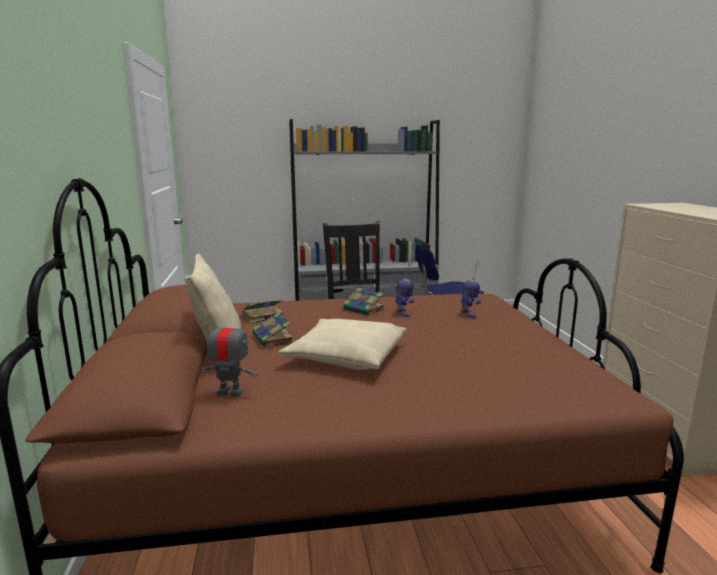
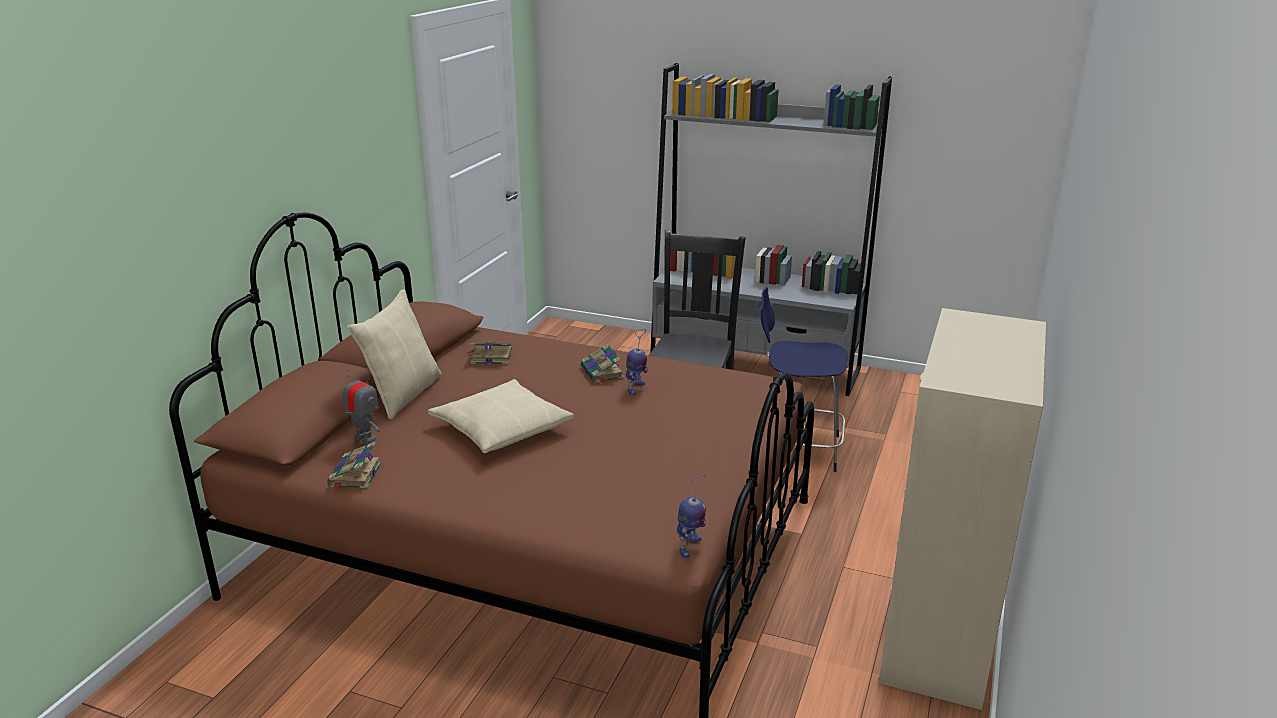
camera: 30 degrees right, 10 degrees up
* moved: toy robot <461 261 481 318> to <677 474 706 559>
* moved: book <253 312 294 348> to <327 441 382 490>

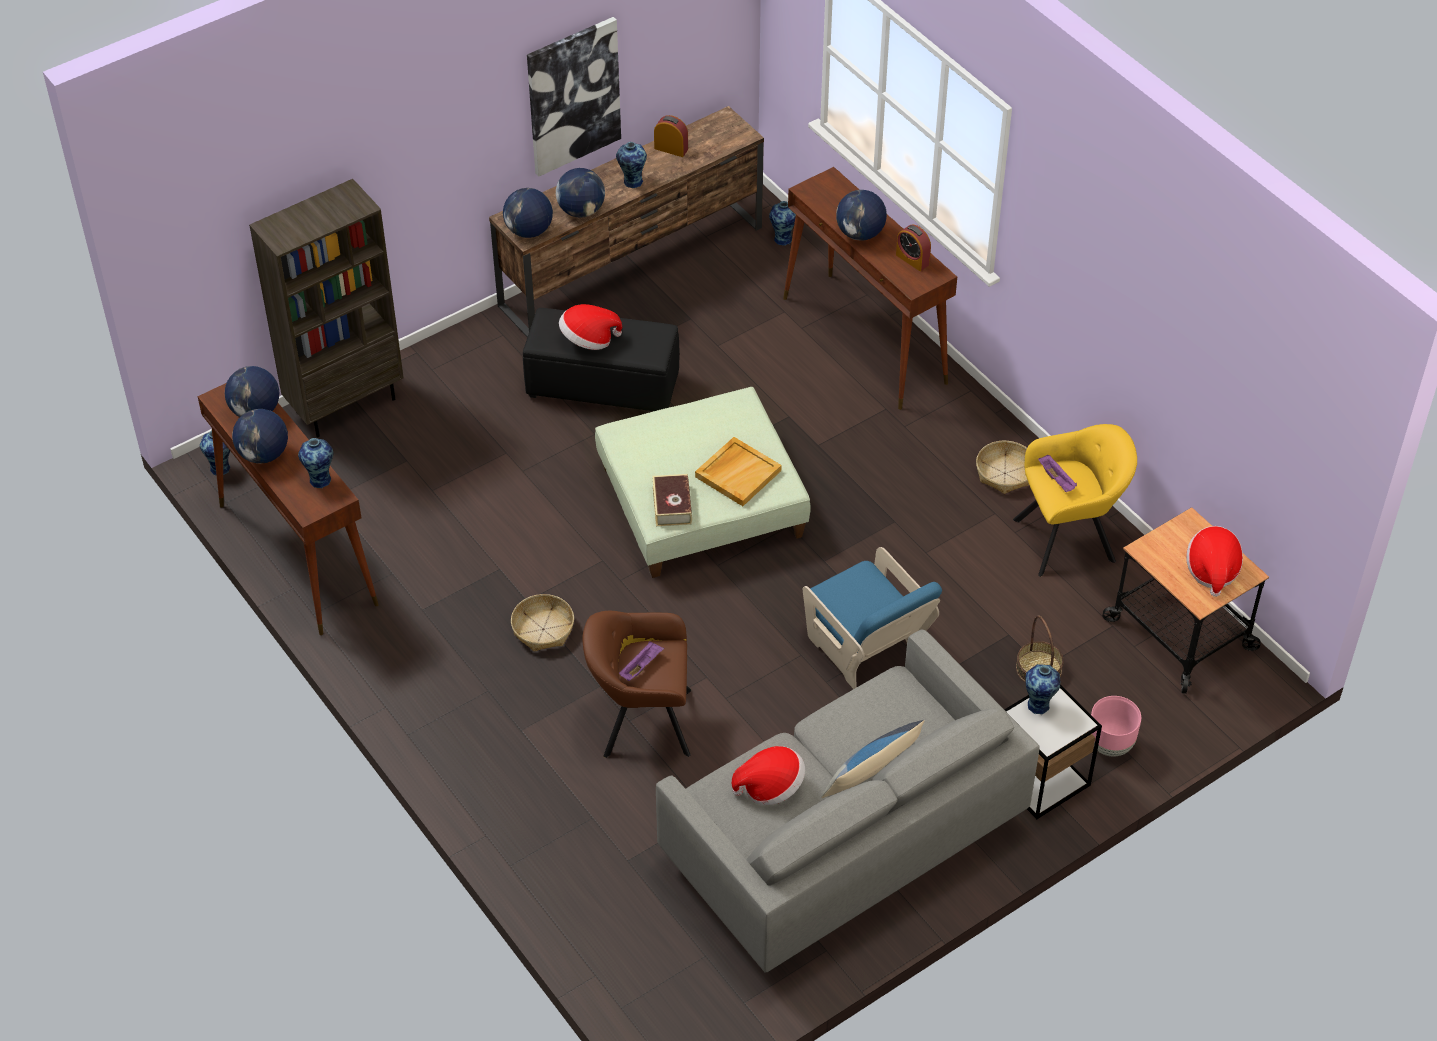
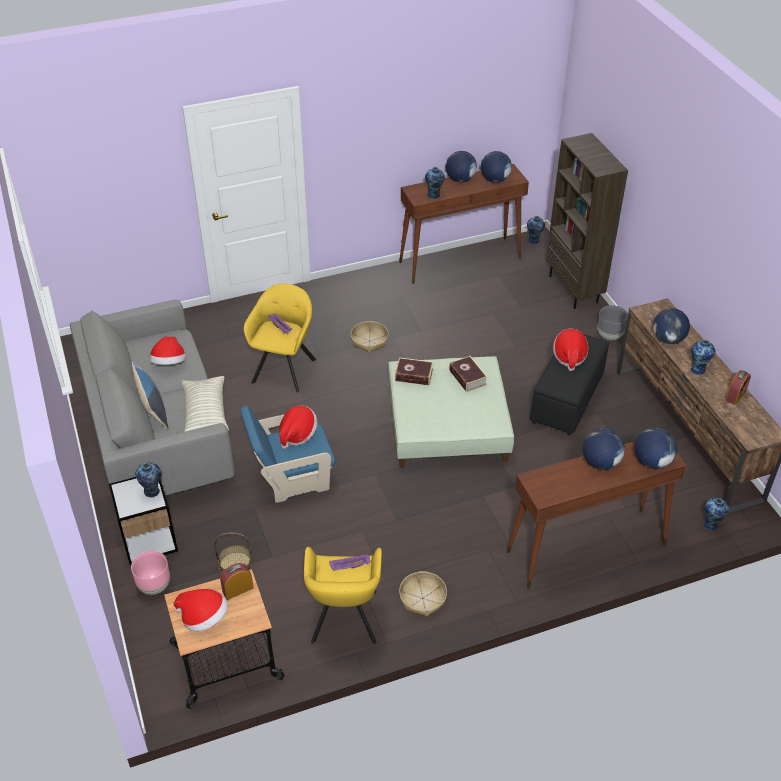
camera: 105 degrees right, 5 degrees down
* removed: picture <527 17 621 177>
* moved: globe <503 188 553 238> to <634 427 677 469>
* moved: alarm clock <896 225 931 271> to <220 563 253 600>
* removed: beige tray <695 437 781 506>
* recoloured: brown armchair <582 610 691 758> to yellow armchair <244 284 316 393>
* added: grey planter <597 305 628 340>
* added: book <449 356 488 392>
* added: pillow <182 376 229 432>
* added: hat <279 406 318 449>

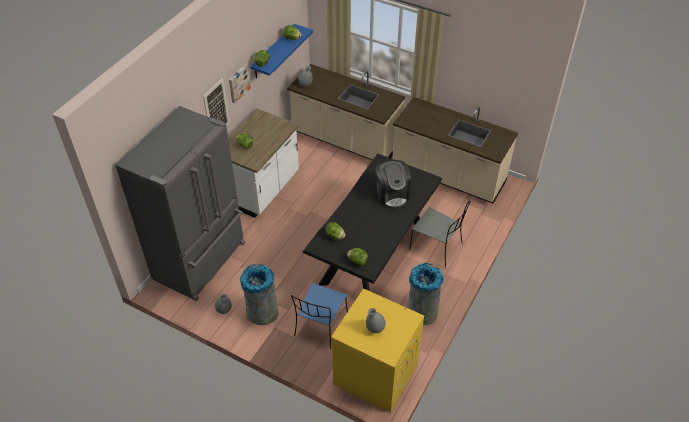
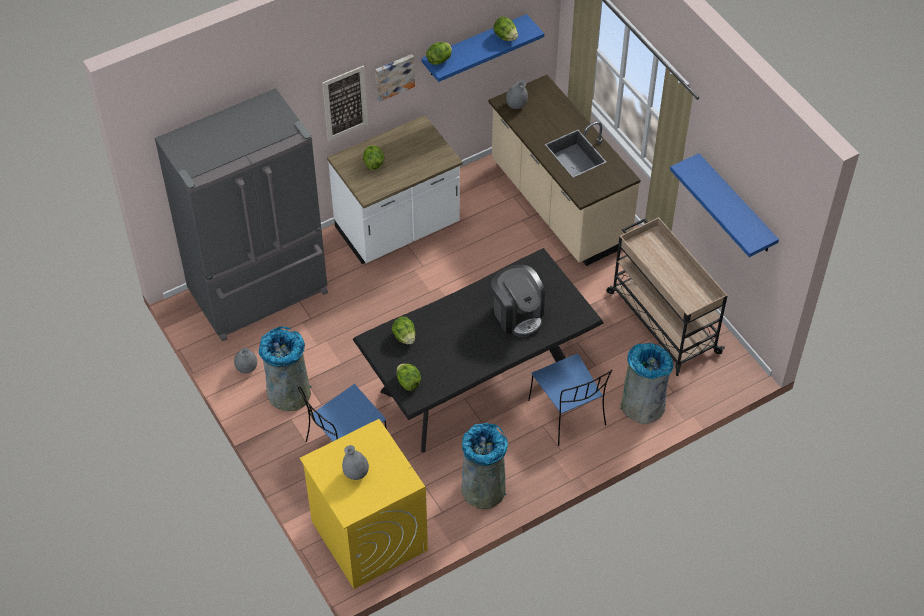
camera: 30 degrees right, 5 degrees up
* replaced: beige counter <392 97 518 204> to beige cart <607 217 728 376>
* turned: coffee machine <375 160 411 209> = <491 265 545 337> 45 degrees counterclockwise
* recoloured: grey chair <409 201 471 267> to blue chair <528 353 612 446>
* added: blue shelf <670 153 779 257>
* added: grey trash can <620 343 674 424>

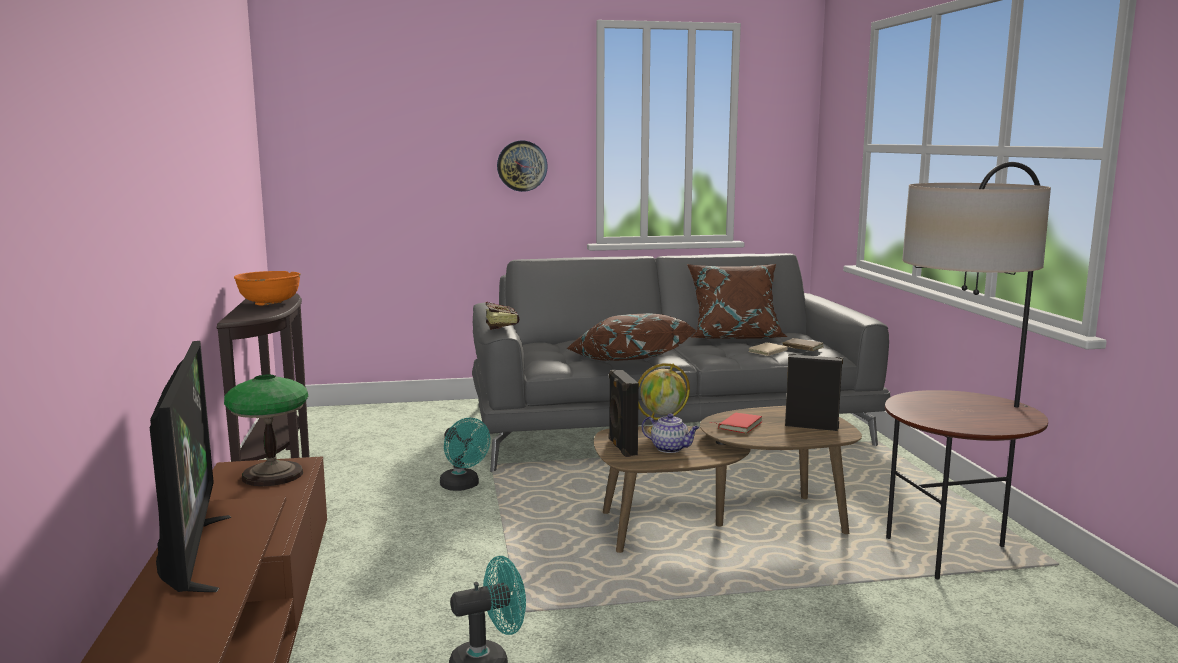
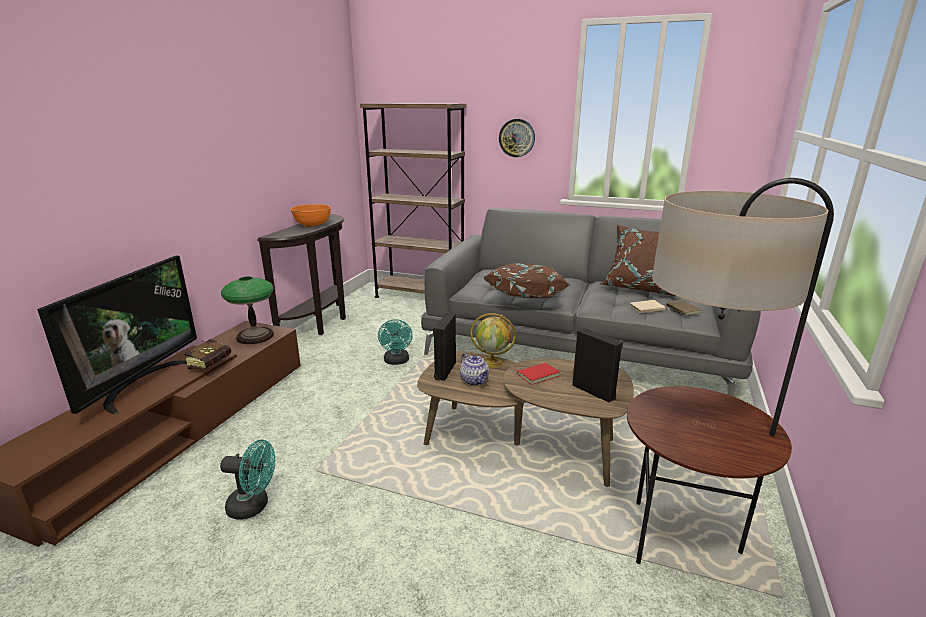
camera: 30 degrees right, 10 degrees up
* moved: book <485 302 519 330> to <184 339 231 370>
* added: brown bookcase <360 103 467 298>

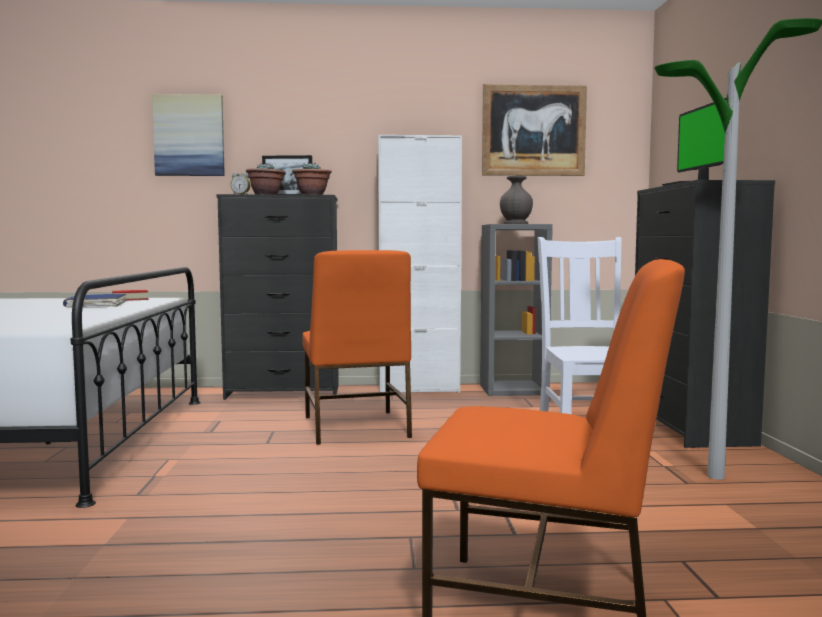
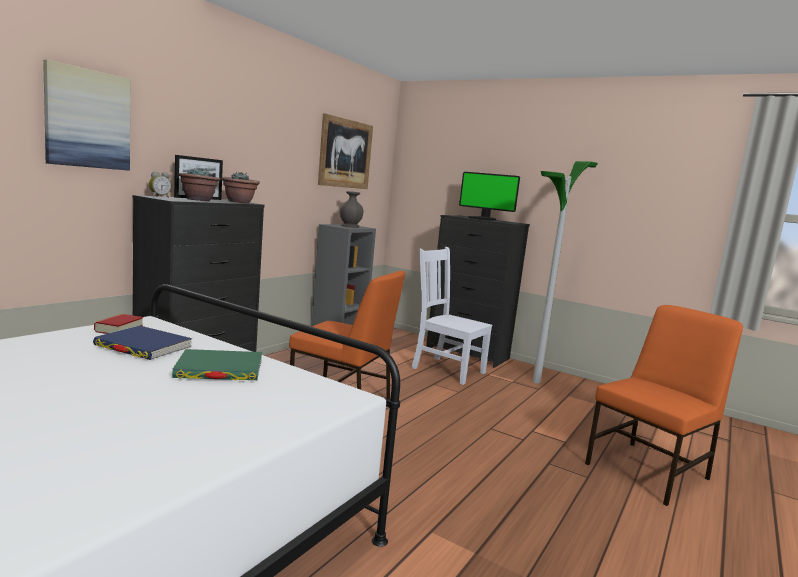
camera: 55 degrees left, 5 degrees up
* removed: white cabinet <378 135 462 393>
* added: green book <172 349 262 380>

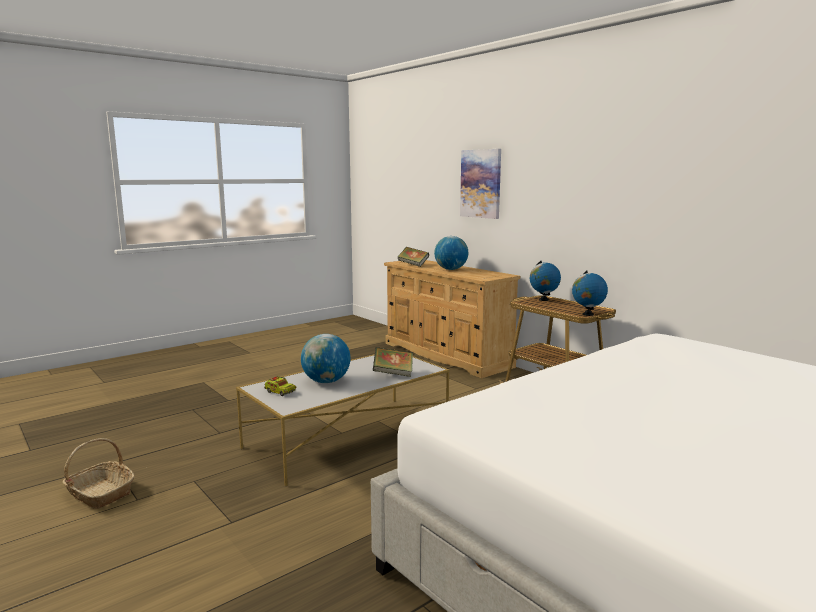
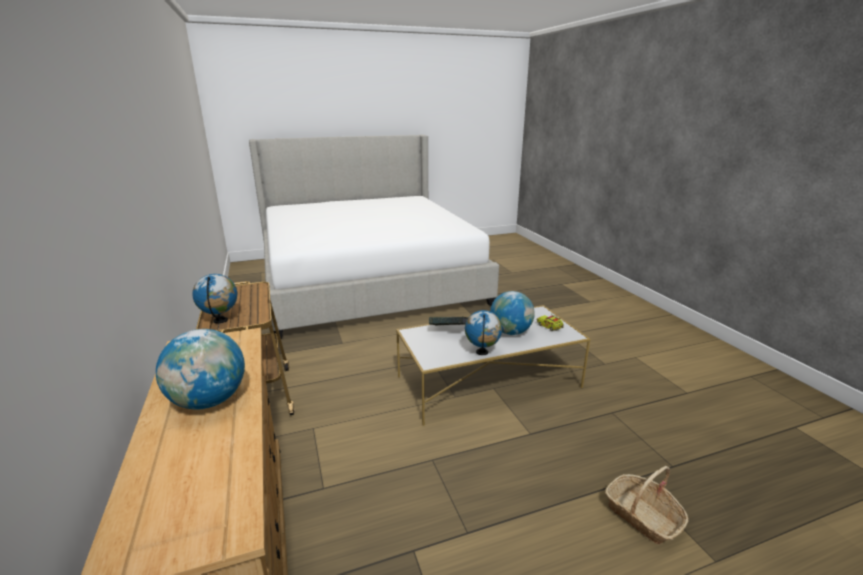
camera: 160 degrees left, 10 degrees up
* removed: picture <460 149 501 219>
* removed: book <398 247 429 267>
* moved: globe <572 270 608 316> to <465 310 502 355>
* moved: basket <62 438 135 509> to <605 466 688 544>

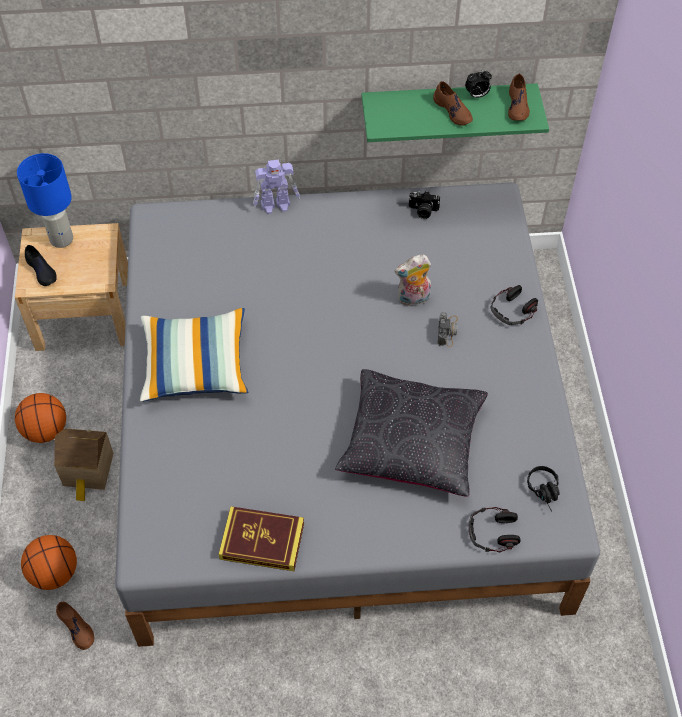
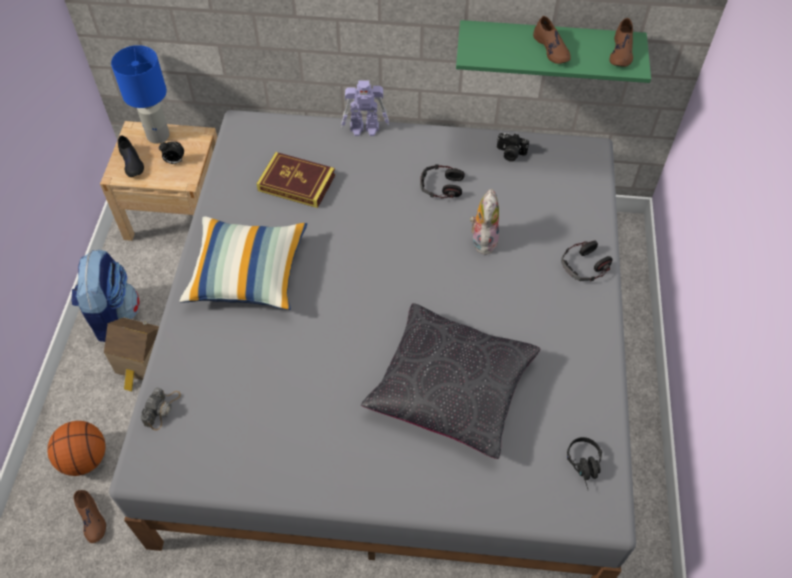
camera: 10 degrees right, 0 degrees up
* moved: alarm clock <465 70 492 98> to <159 141 184 164>
* turned: plush toy <395 254 431 306> = <470 189 499 255> 105 degrees clockwise
* moved: photo camera <438 312 458 347> to <140 387 181 430>
* replaced: basketball <15 393 66 443> to backpack <72 250 140 342>
* moved: book <219 506 304 571> to <257 152 335 208>
* moved: headphones <469 507 521 553> to <420 164 465 198>

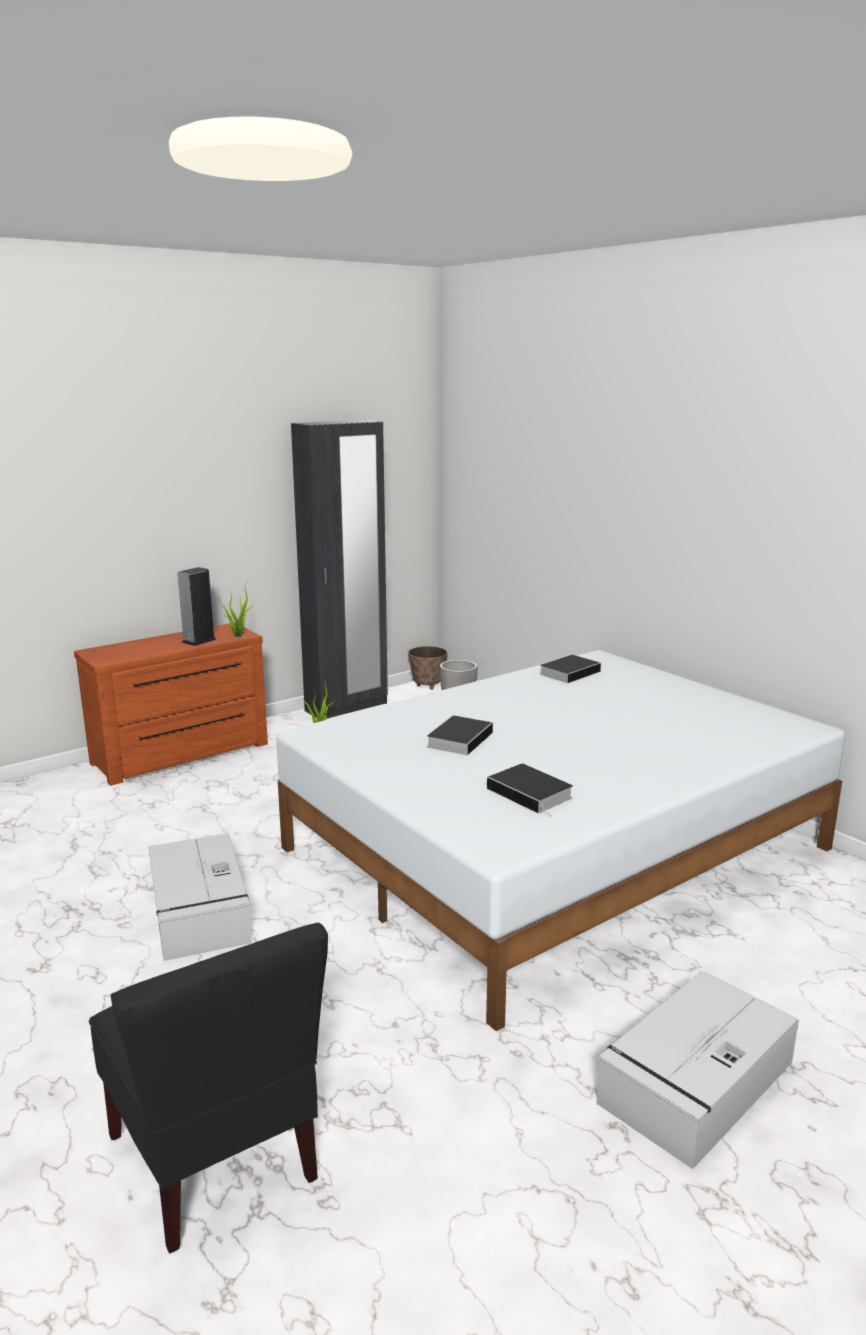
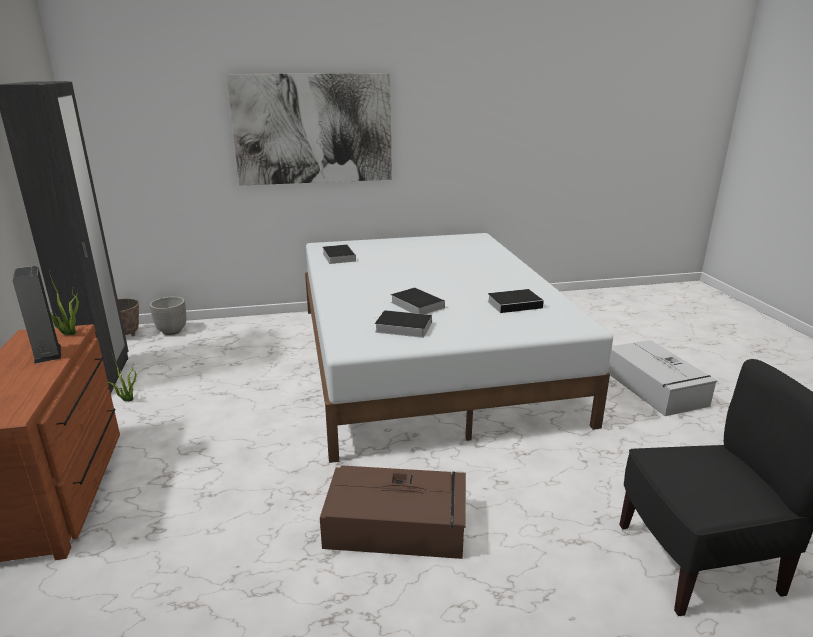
camera: 65 degrees left, 5 degrees up
* recoloured: grey storage box <149 833 252 961> to brown storage box <320 465 466 559>
* added: picture <227 73 392 186>
* added: book <375 310 432 338>

